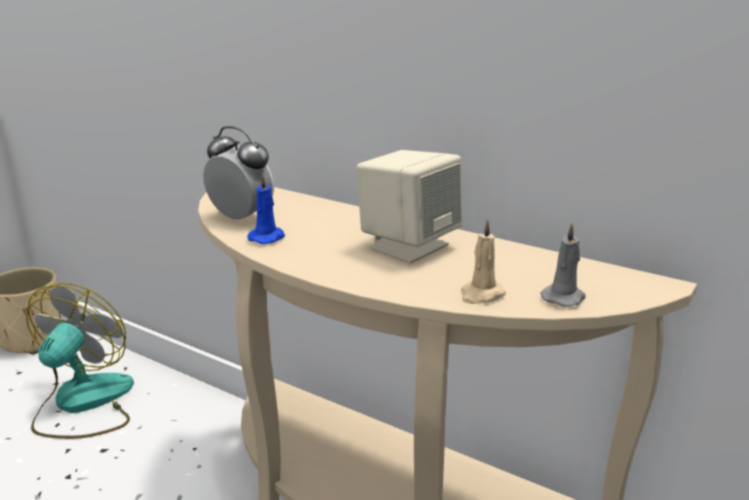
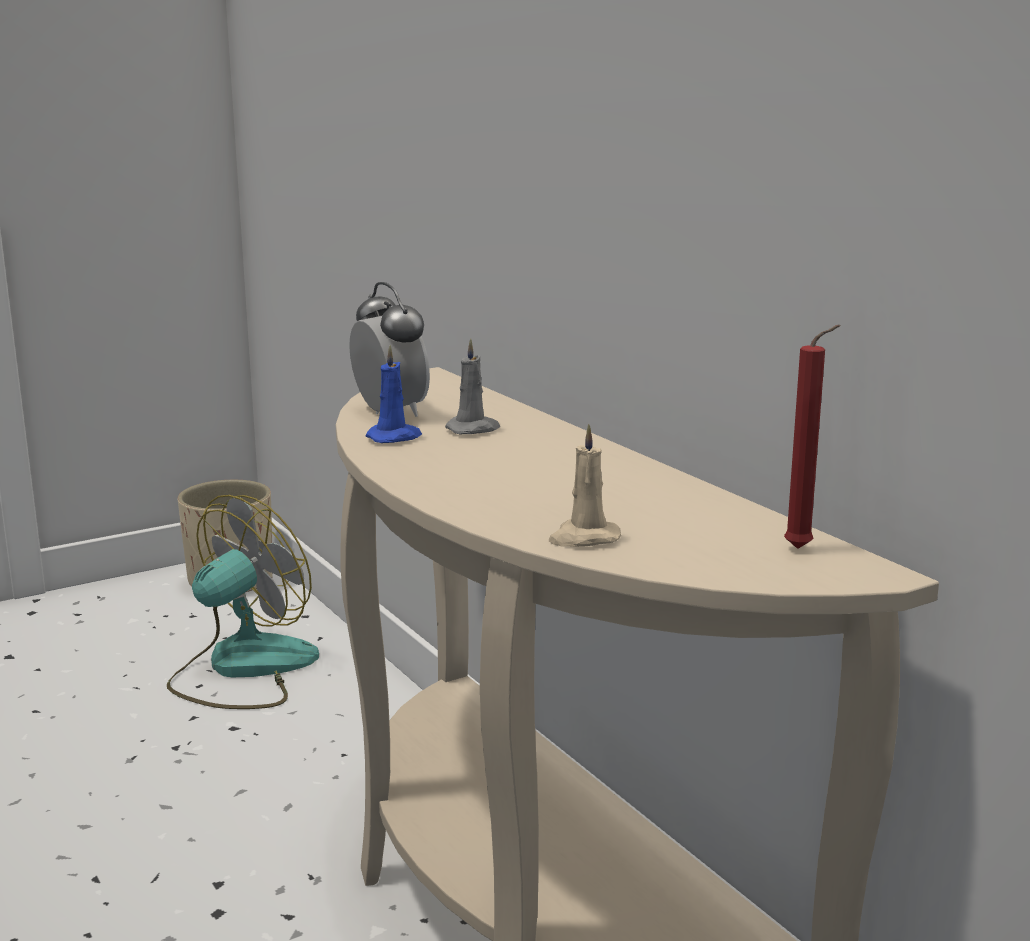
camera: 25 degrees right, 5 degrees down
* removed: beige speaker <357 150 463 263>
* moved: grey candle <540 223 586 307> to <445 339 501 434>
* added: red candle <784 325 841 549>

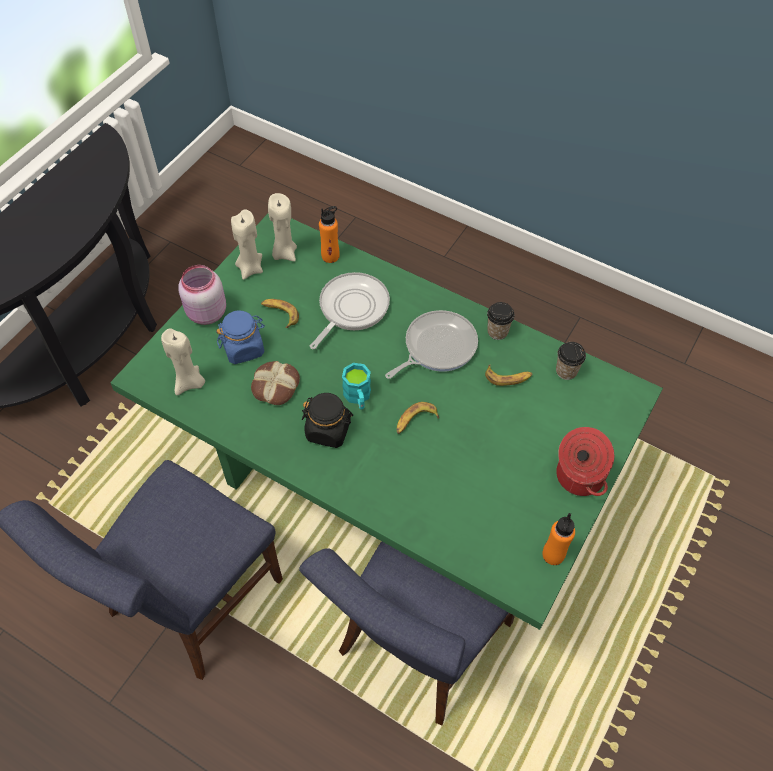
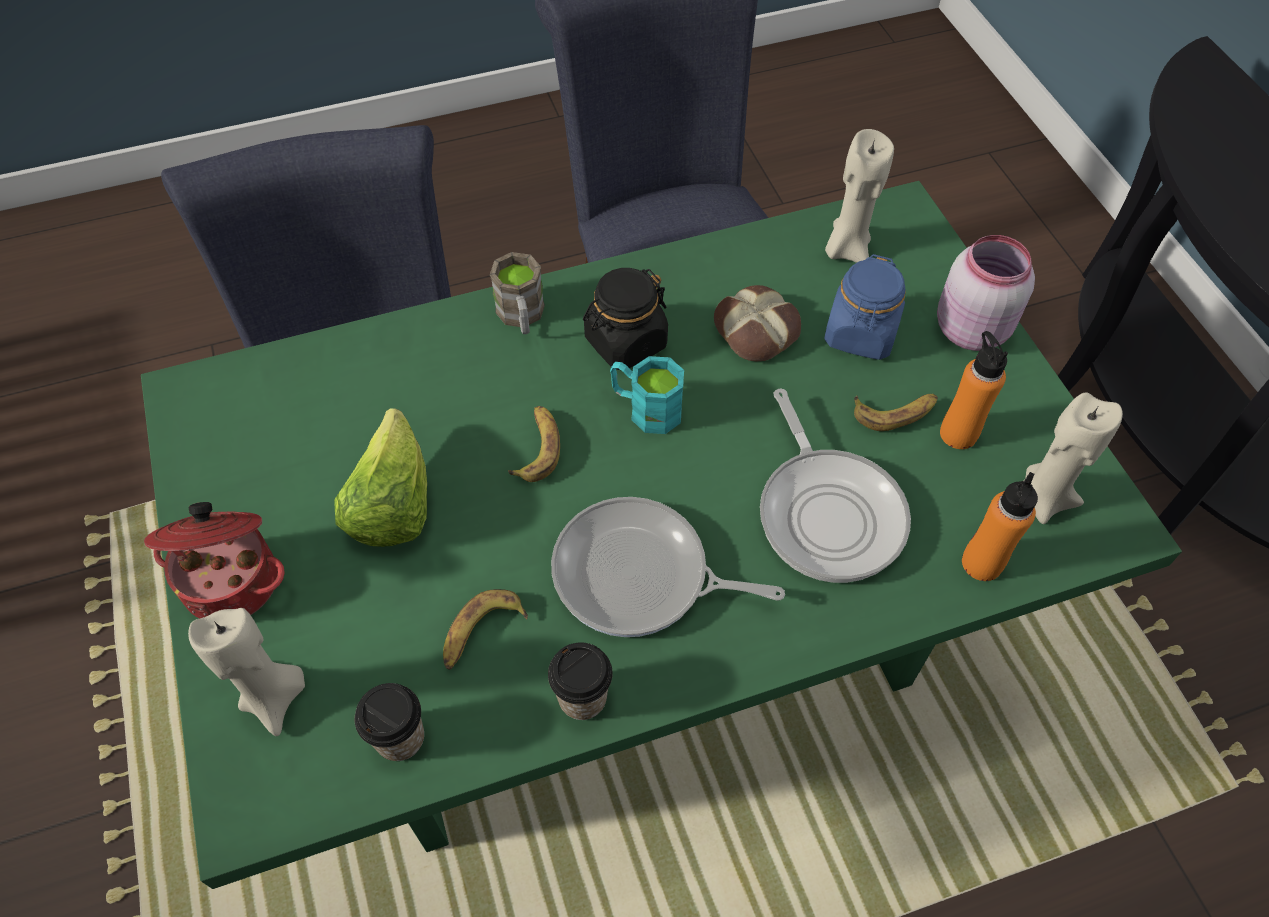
camera: 130 degrees right, 0 degrees up
* moved: beige candle <231 209 263 280> to <188 608 305 736>
* turned: frying pan <385 310 478 379> = <551 497 785 637> 105 degrees clockwise
* moved: orange bottle <542 513 575 565> to <940 331 1008 449>
* added: brown mug <490 252 545 334>
* added: lettuce <334 408 427 547>

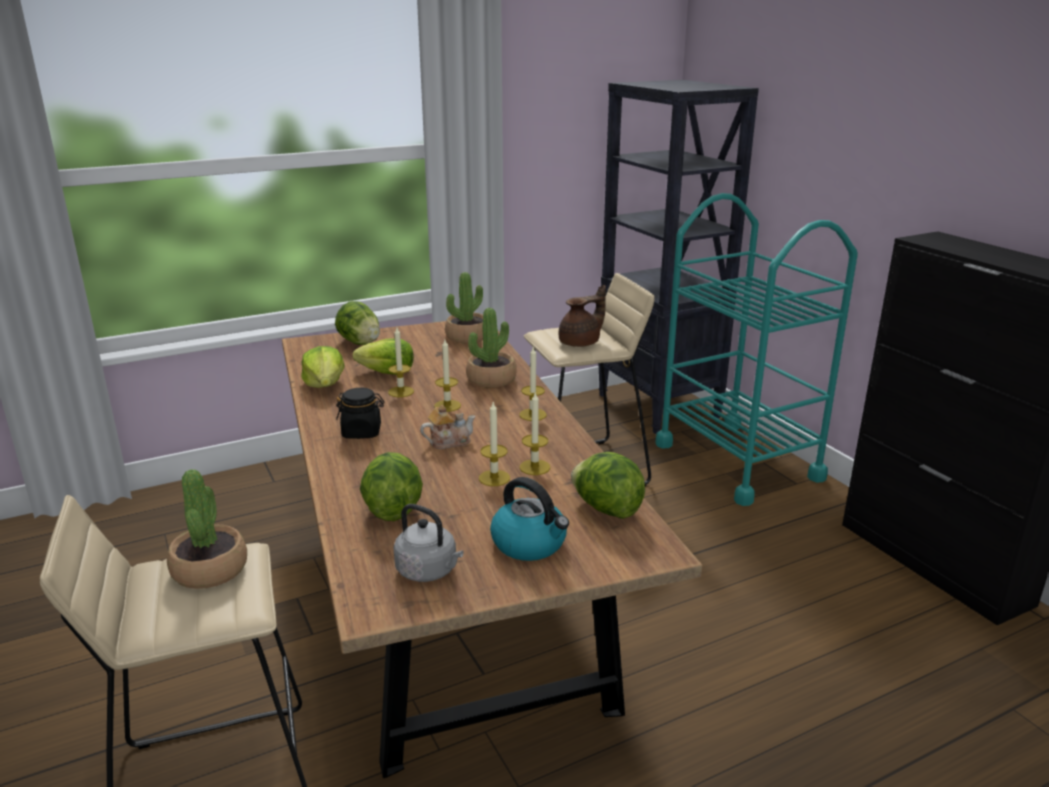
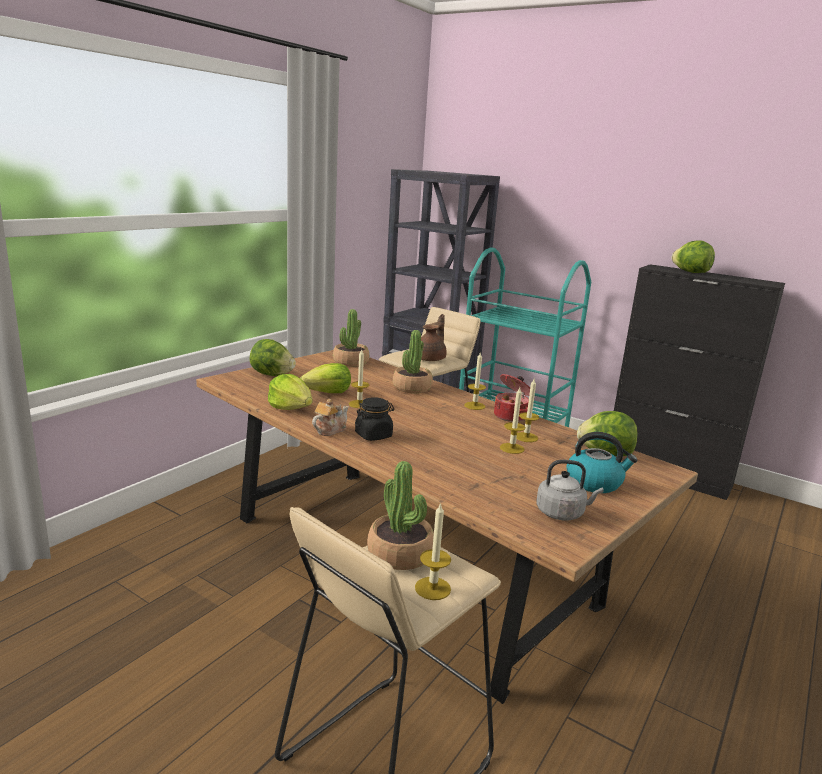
camera: 30 degrees left, 5 degrees down
* moved: candle <434 340 461 412> to <415 502 451 600>
* moved: teapot <420 405 476 449> to <312 399 349 436>
* moved: lettuce <360 452 423 521> to <671 240 715 273>
* added: cooking pot <494 374 530 422>

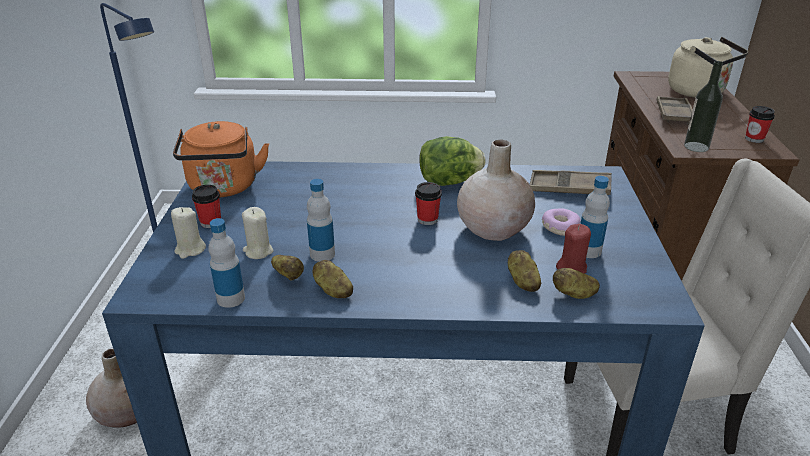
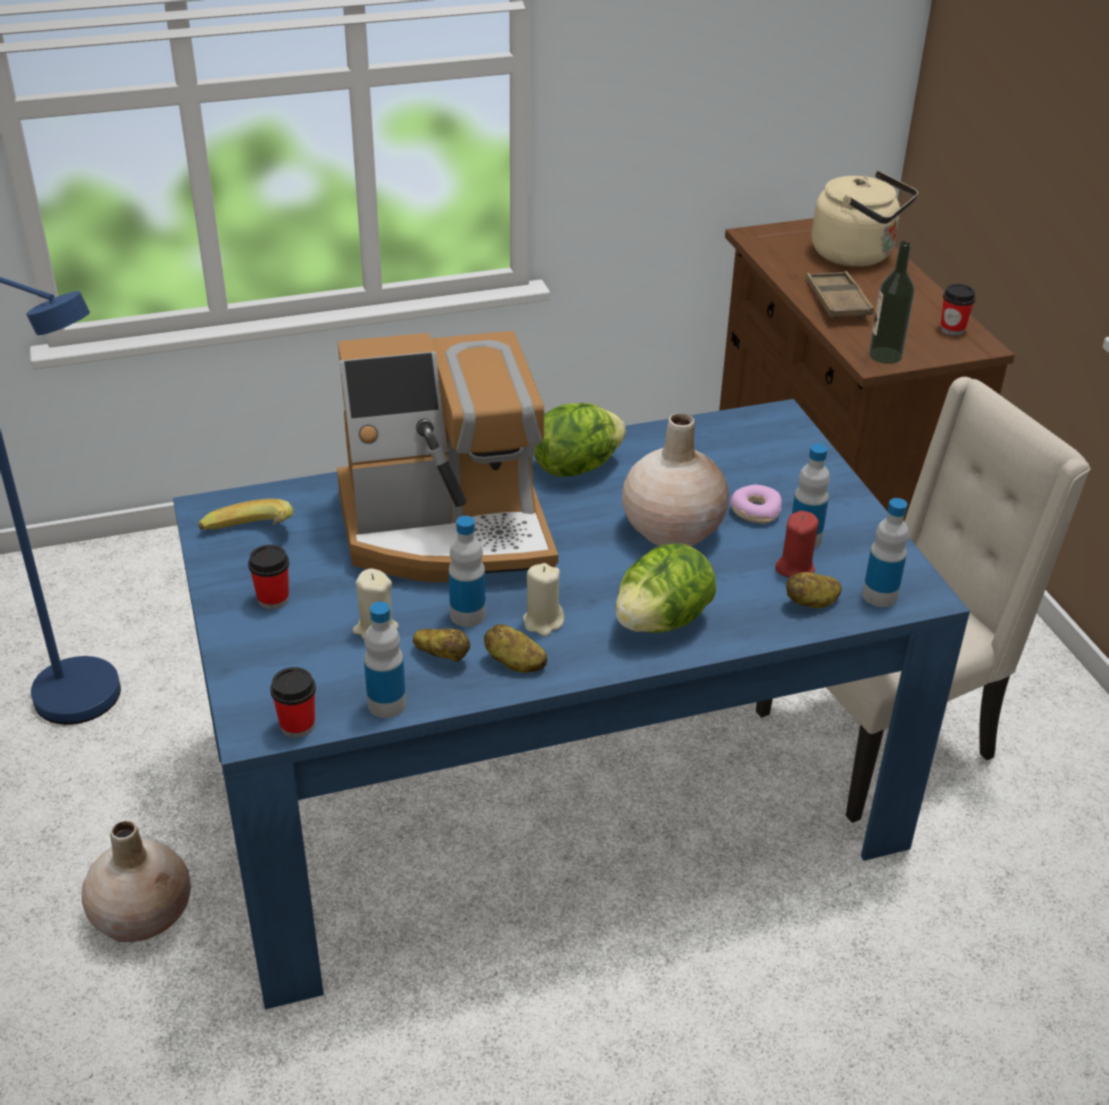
camera: 20 degrees left, 5 degrees up
* replaced: orange kettle <173 121 269 197> to banana <198 499 294 530>
* removed: brown tray <529 170 612 195>
* moved: cup <415 182 442 225> to <270 667 316 738>
* moved: beige candle <171 207 206 259> to <523 563 565 636>
* removed: potato <508 250 541 292>
* added: coffee machine <337 331 558 582>
* added: bottle <862 498 909 607>
* added: lettuce <615 543 716 633>

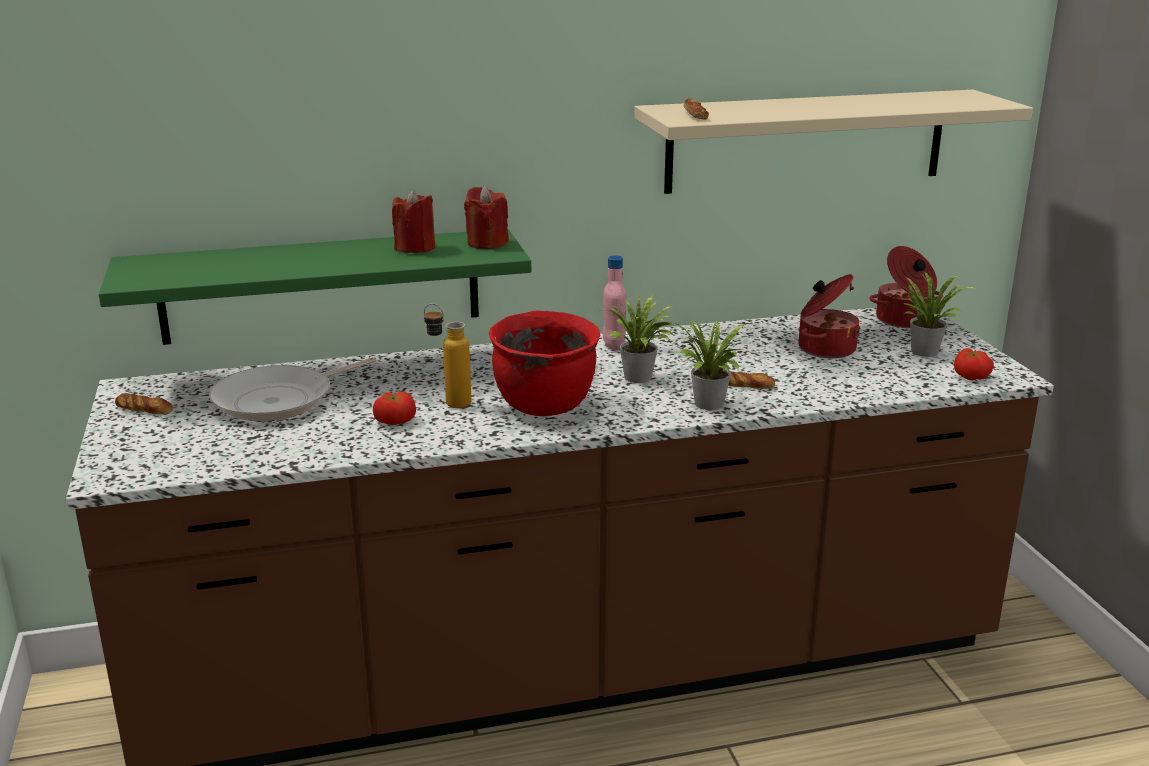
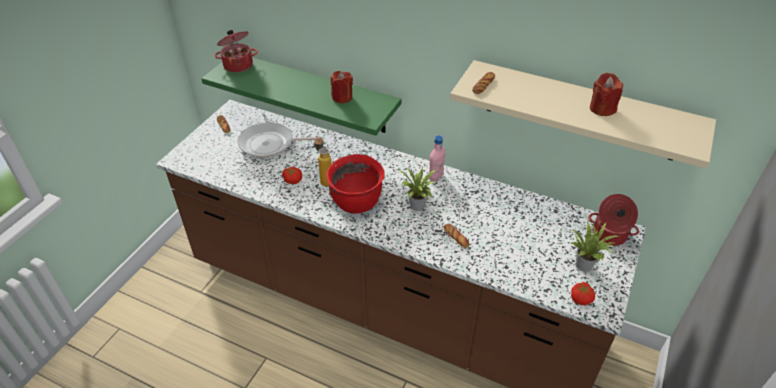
camera: 40 degrees right, 20 degrees up
* moved: red candle <464 186 509 249> to <590 73 623 116>
* moved: cooking pot <798 274 861 358> to <214 30 258 73>
* removed: potted plant <671 319 745 410>

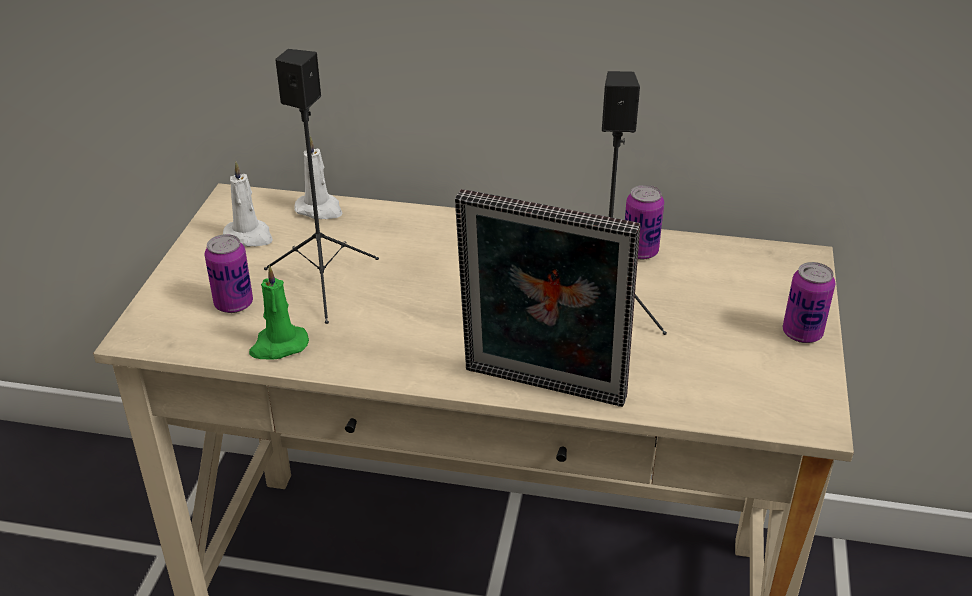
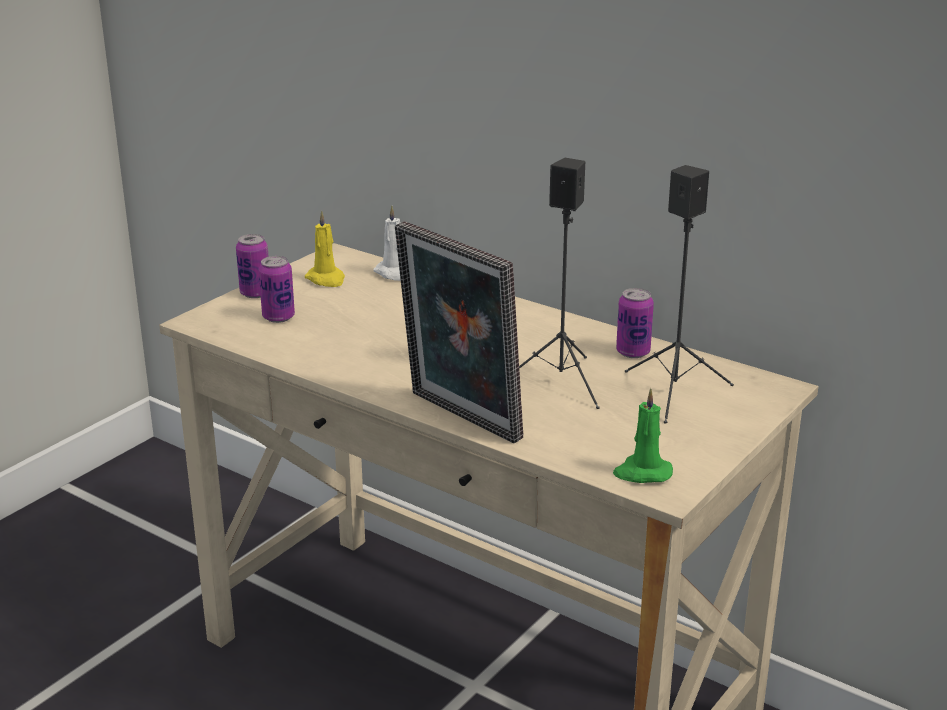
camera: 25 degrees right, 10 degrees down
* moved: black speaker <264 49 379 324> to <625 165 734 424>
* recoloured: white candle <223 162 273 247> to yellow candle <305 211 345 287>
* moved: can <783 262 835 343> to <236 234 269 298>
* moved: green candle <249 265 309 360> to <613 388 673 483>

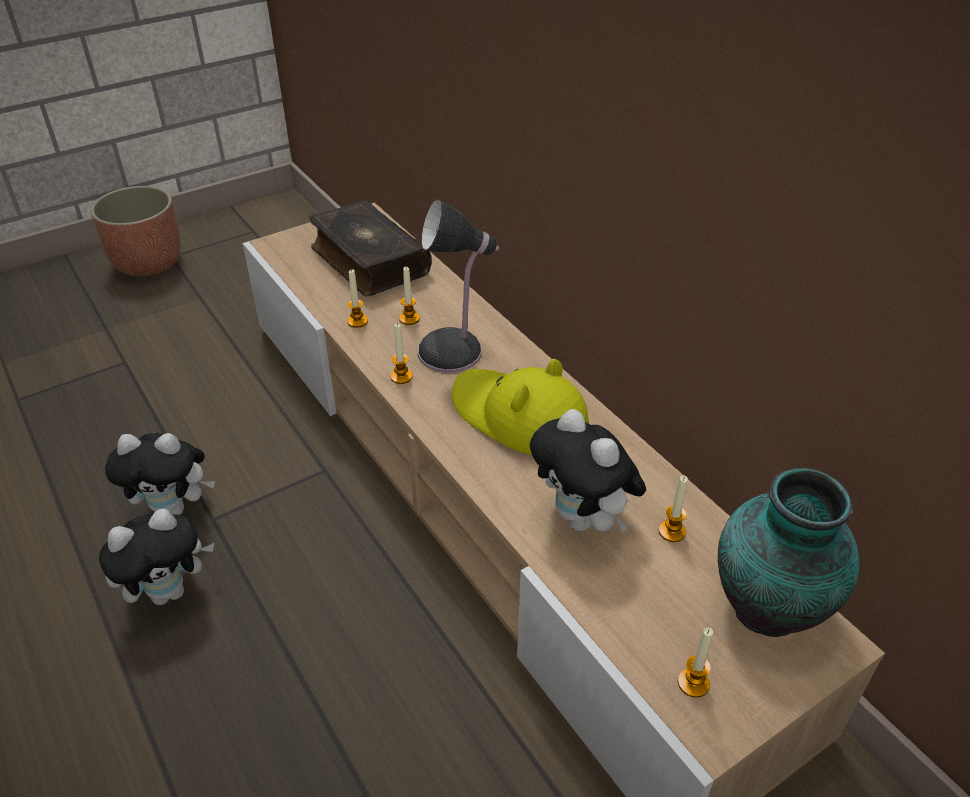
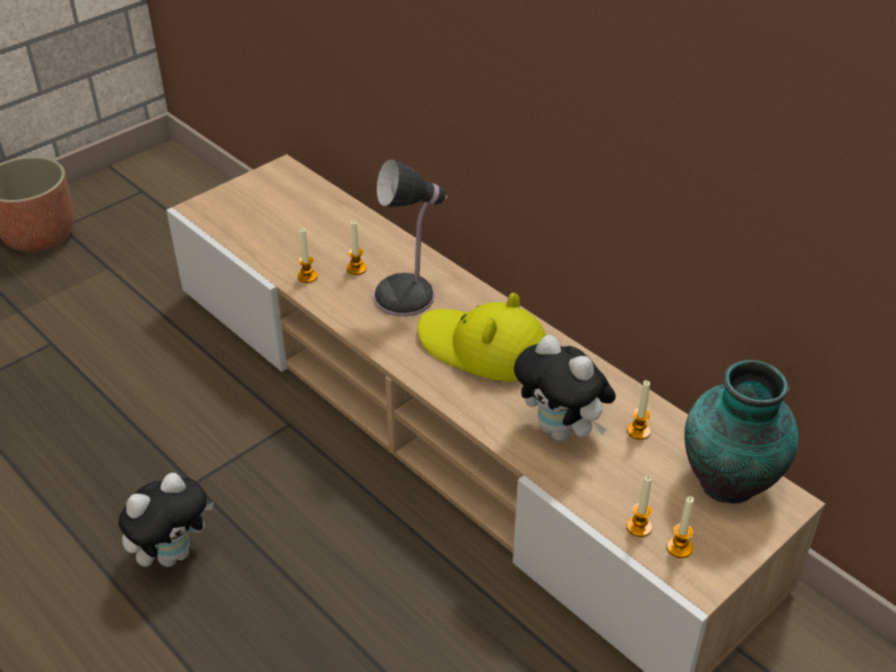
camera: 10 degrees left, 0 degrees up
* removed: book <309 201 432 297>
* moved: candle <390 323 413 384> to <626 476 652 537>
* removed: plush toy <105 433 215 515>

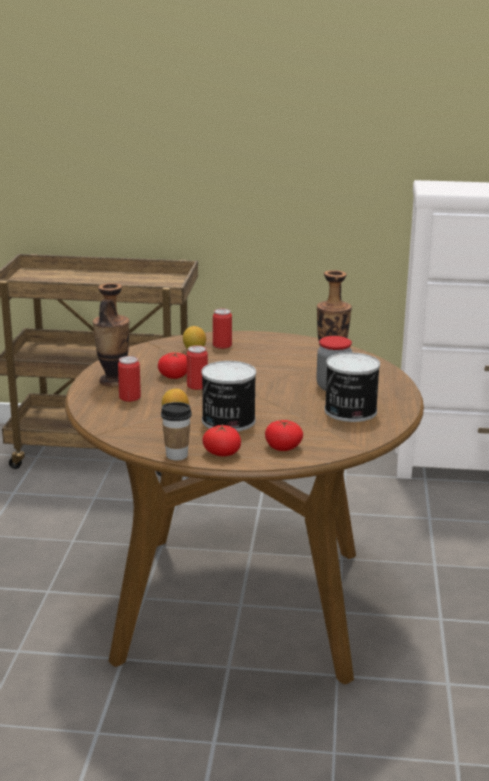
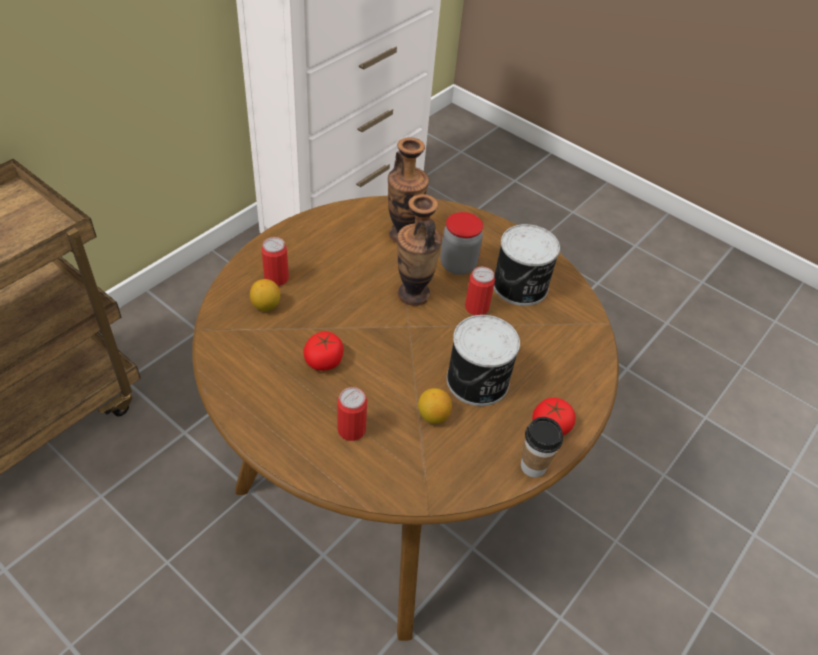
camera: 60 degrees left, 25 degrees up
* moved: vase <93 283 130 387> to <397 194 442 306>
* moved: can <187 345 208 390> to <465 267 495 315>
* removed: tomato <265 420 303 451>

